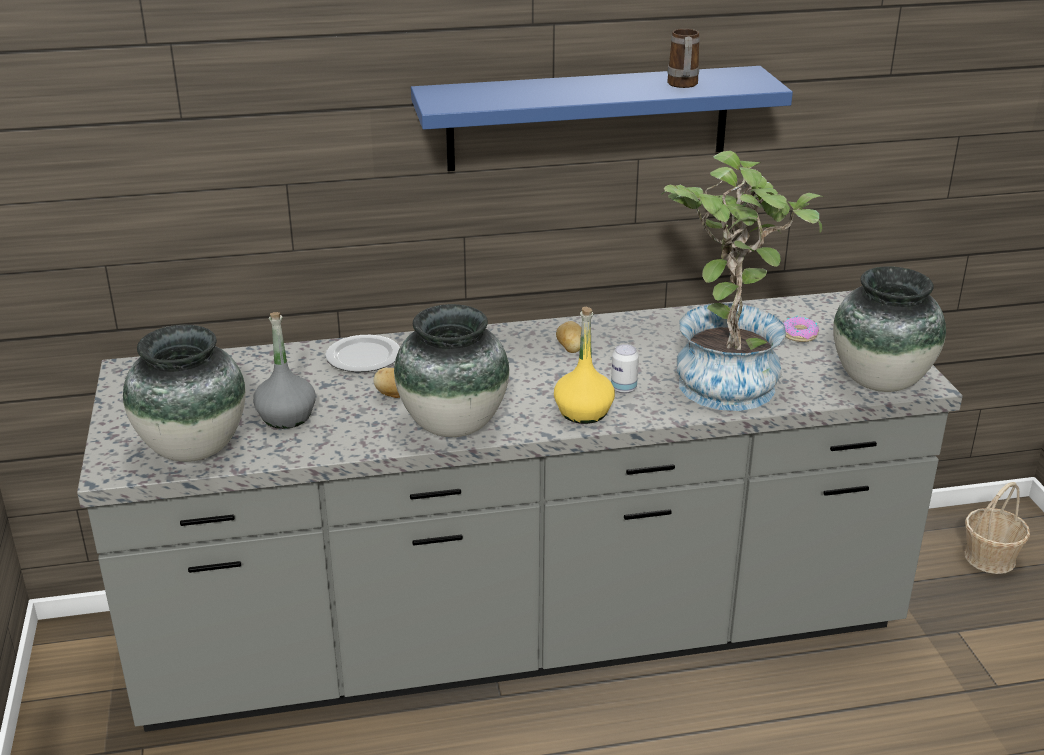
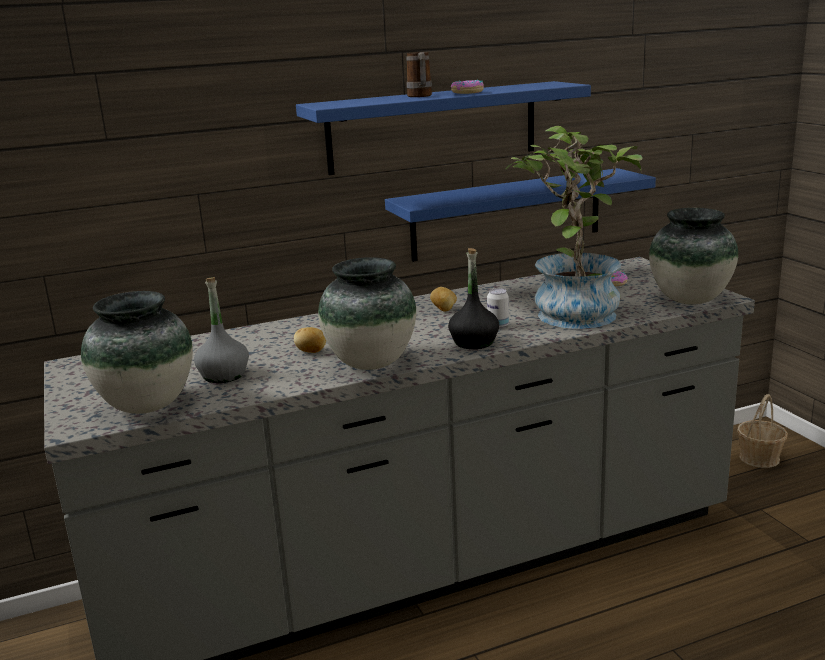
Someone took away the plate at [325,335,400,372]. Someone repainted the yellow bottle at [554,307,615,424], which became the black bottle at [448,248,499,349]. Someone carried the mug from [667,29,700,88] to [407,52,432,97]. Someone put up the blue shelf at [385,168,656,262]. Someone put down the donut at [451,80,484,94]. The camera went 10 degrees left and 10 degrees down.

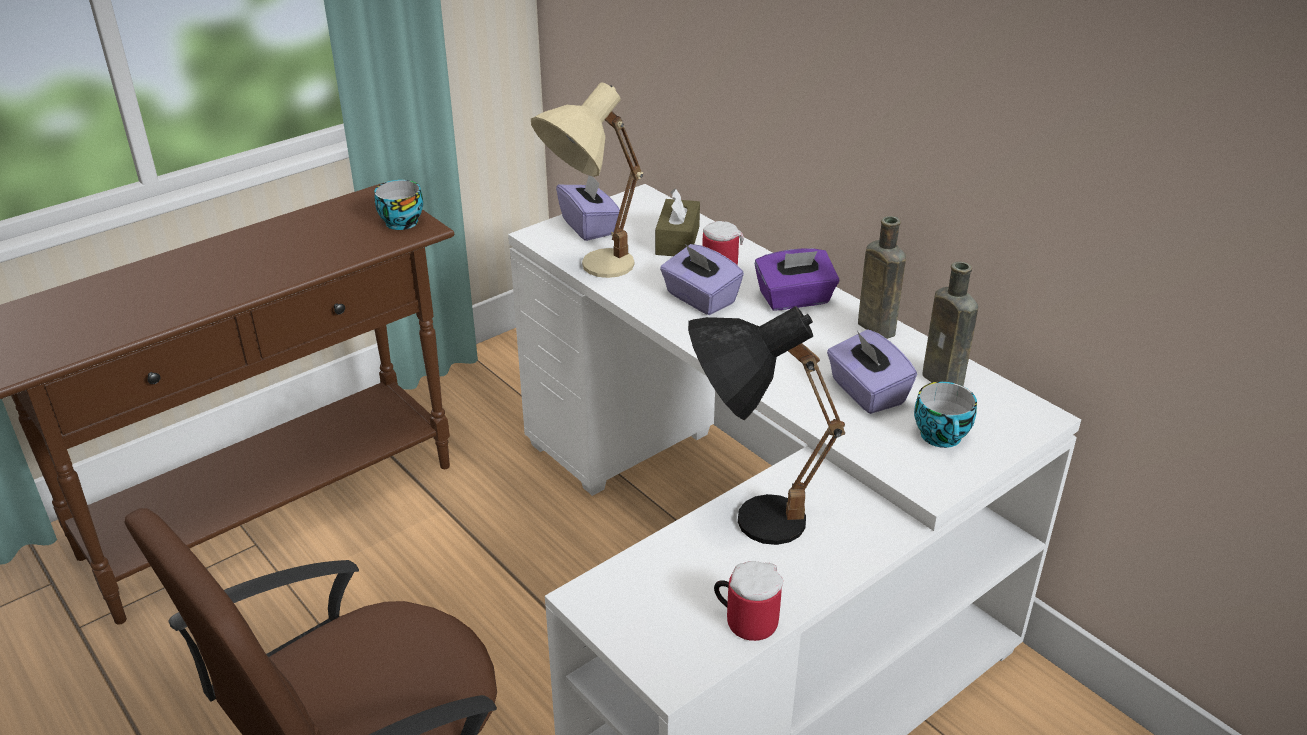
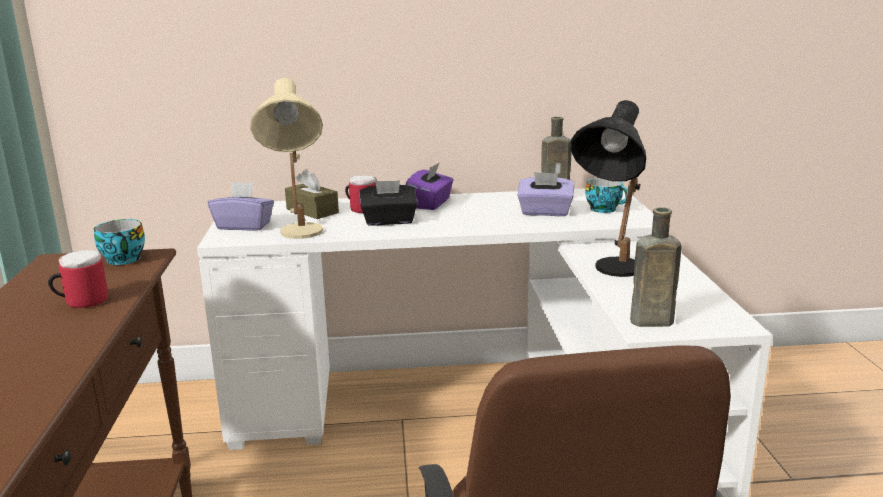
Someone repainted the purple tissue box at [660,244,744,315], which became the black tissue box at [359,180,418,226]. Someone carried the mug from [714,561,783,641] to [48,250,108,308]. Someone carried the brown bottle from [858,216,906,339] to [630,207,681,327]. The camera went 55 degrees left and 15 degrees down.

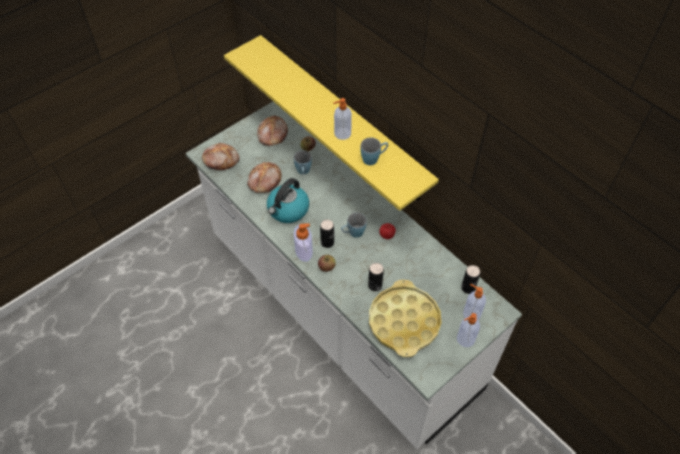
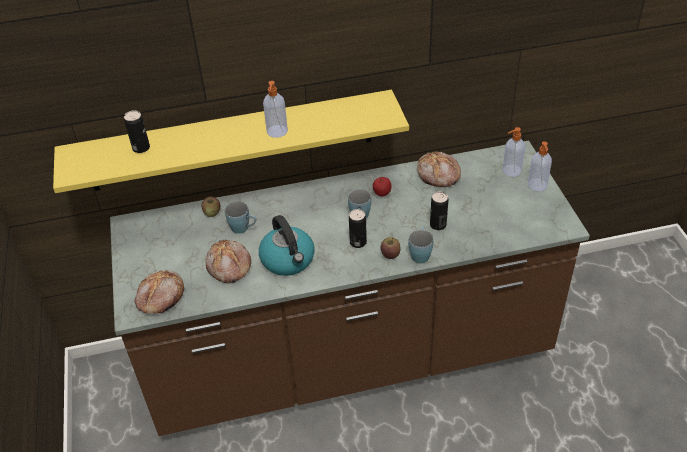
Someone repainted the white counter at [186,102,522,449], which became the brown counter at [110,141,590,436]. Someone carried the bread from [257,115,288,146] to [417,151,461,187]. Someone took away the soap dispenser at [294,224,313,262]. Someone carried the blue mug from [361,138,388,165] to [409,226,434,263]. Someone took away the yellow tray at [369,280,441,357]. Someone carried the can from [461,265,480,294] to [124,110,150,153]. The camera went 60 degrees left and 10 degrees down.

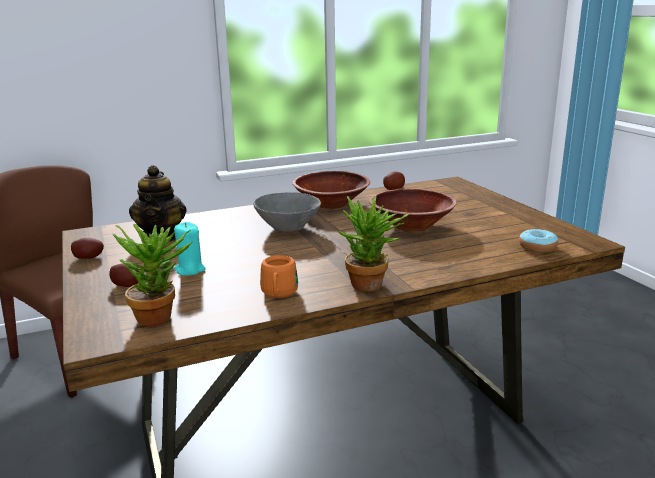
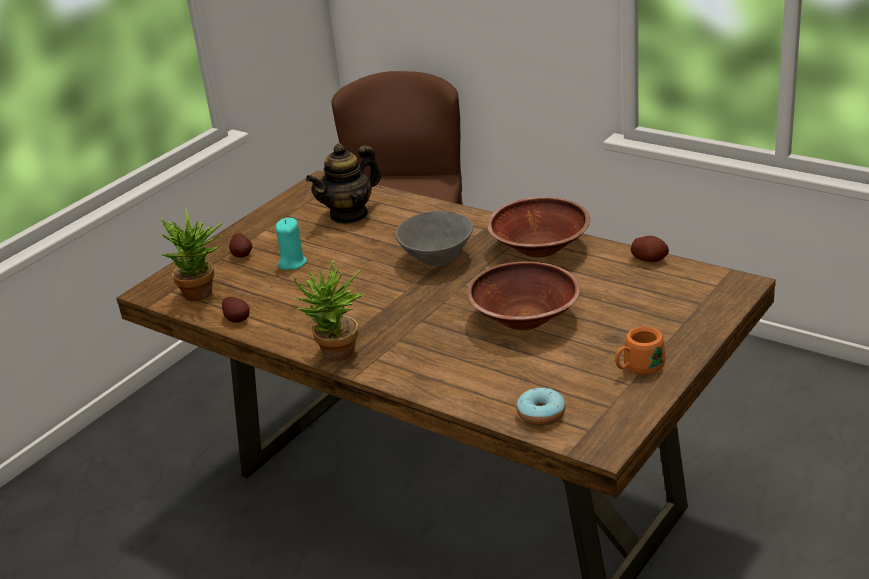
Someone carried the potato from [71,238,104,259] to [222,297,250,323]. Someone carried the orange mug from [260,255,298,298] to [615,327,665,375]. The camera went 60 degrees right and 10 degrees up.

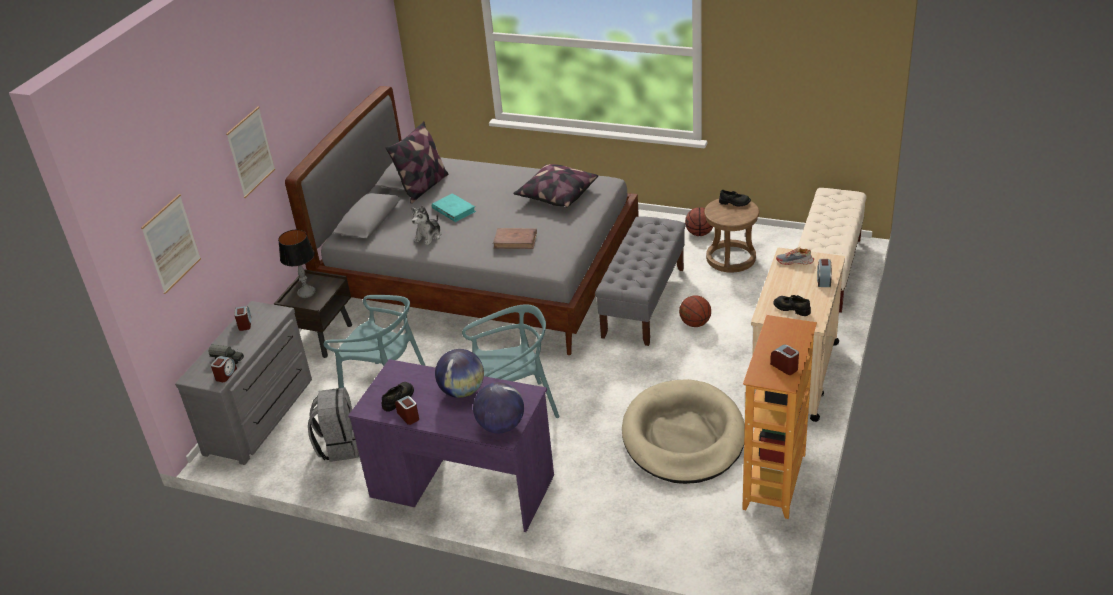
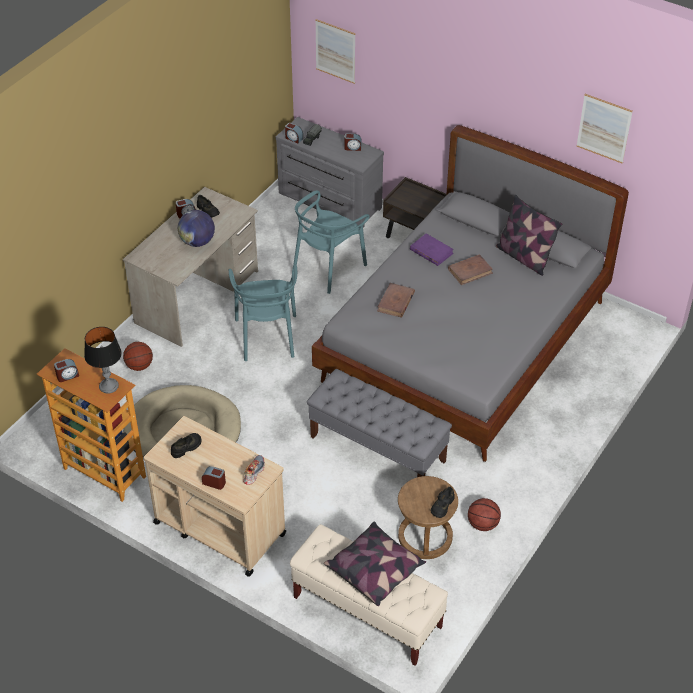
Someone carried the picture from [226,106,275,198] to [577,94,633,164]. Someone carried the table lamp from [278,230,316,298] to [84,327,122,394]. Someone took away the grey backpack at [308,387,360,462]. Someone repainted the purple desk at [348,359,554,532], which became the beige desk at [123,187,258,347]. Someone swapped the plush toy at [411,206,441,245] for the purple book at [410,233,454,266]. Someone repainted the turquoise book at [432,193,476,222], which became the brown book at [448,254,493,285]. Someone took away the globe at [473,382,524,433]. Someone carried the pillow from [513,164,598,207] to [324,522,426,606]. Someone carried the basketball from [679,295,711,327] to [123,342,153,371]. The camera went 100 degrees right and 10 degrees up.

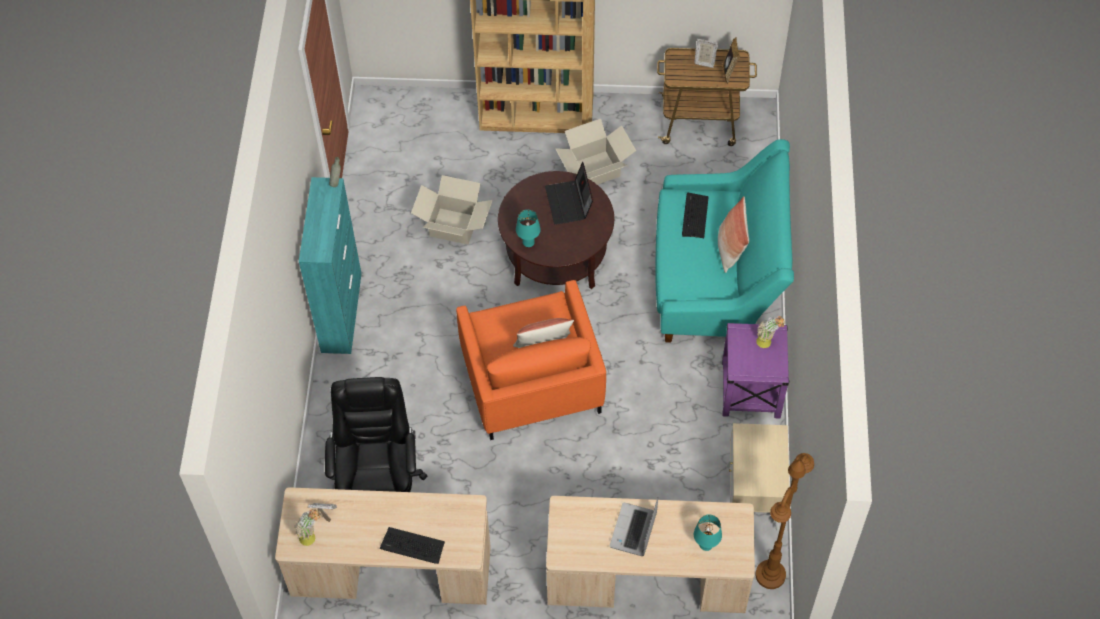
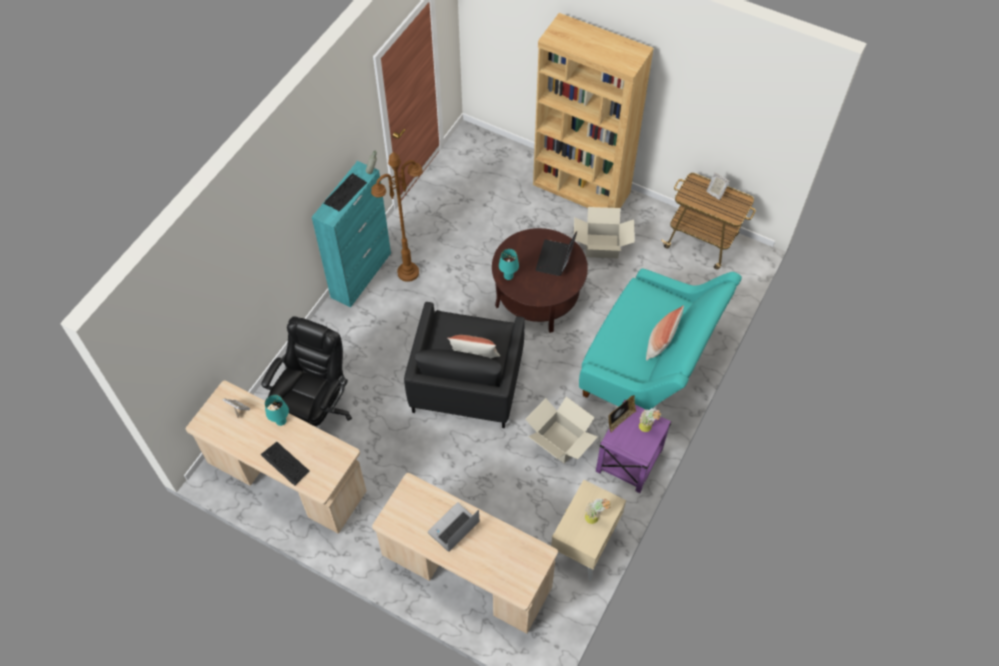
Someone carried the potted plant from [295,509,320,546] to [585,498,611,524]. Someone carried the cardboard box from [411,175,493,245] to [525,397,598,463]. Someone repainted the orange armchair at [456,280,606,440], which became the black armchair at [404,302,525,428]. Someone carried the keyboard from [682,193,709,238] to [324,173,367,212]. Someone carried the turquoise table lamp from [694,514,722,551] to [265,395,289,426]. Someone carried the picture frame from [722,37,740,84] to [608,395,636,432]. Someone carried the brown floor lamp from [755,453,814,589] to [371,152,423,282]. The camera went 25 degrees right and 0 degrees up.

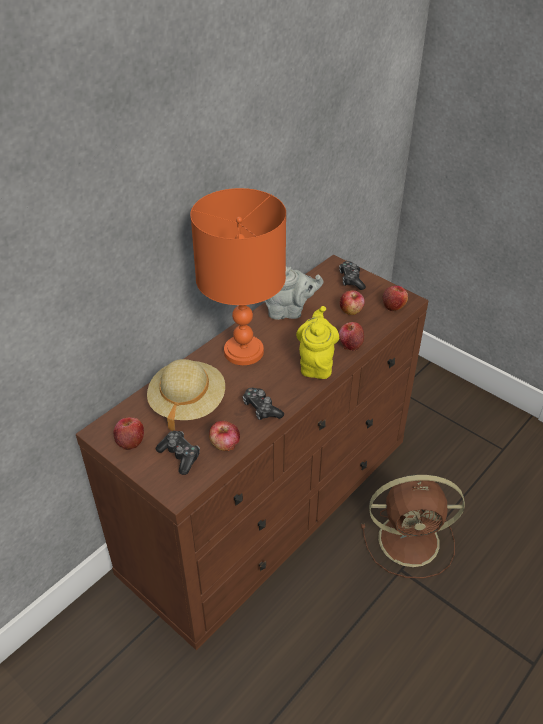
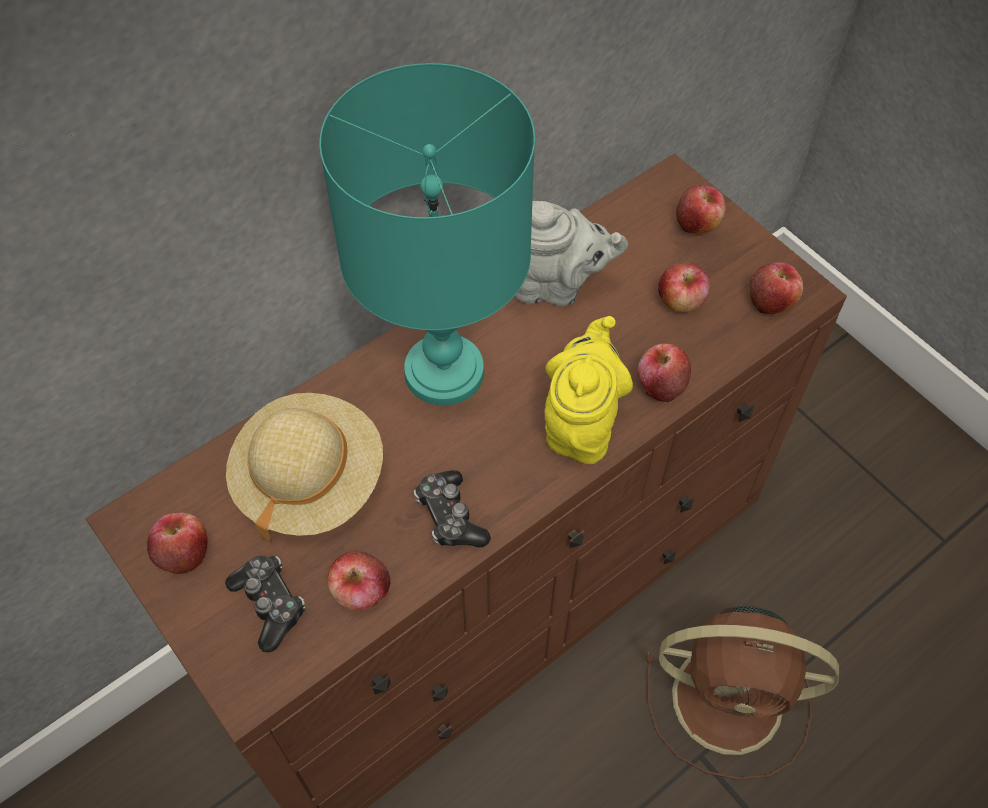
Someone repainted the orange table lamp at [190,188,286,365], which became the turquoise table lamp at [319,63,535,405]. Someone swapped the game controller at [339,261,366,290] for the apple at [676,185,726,234]. The camera went 10 degrees right and 15 degrees up.

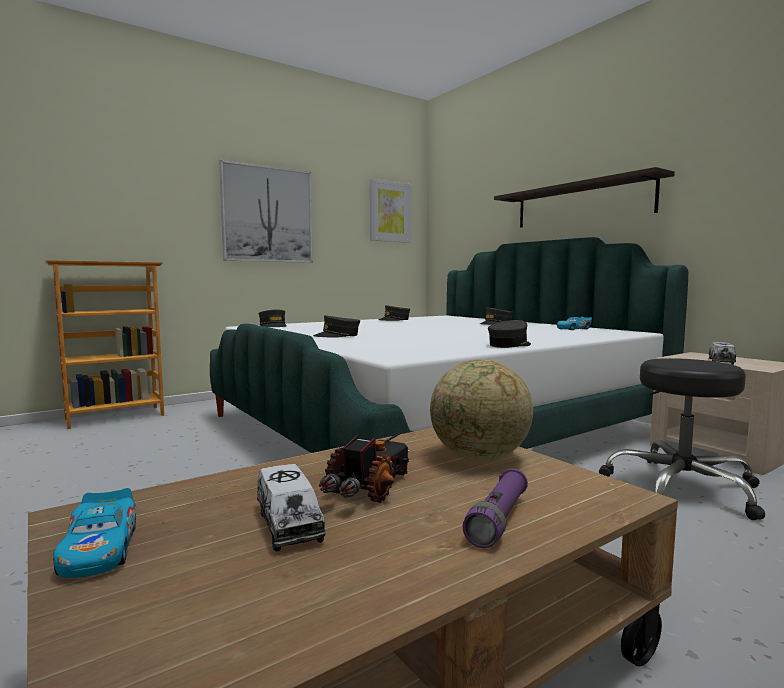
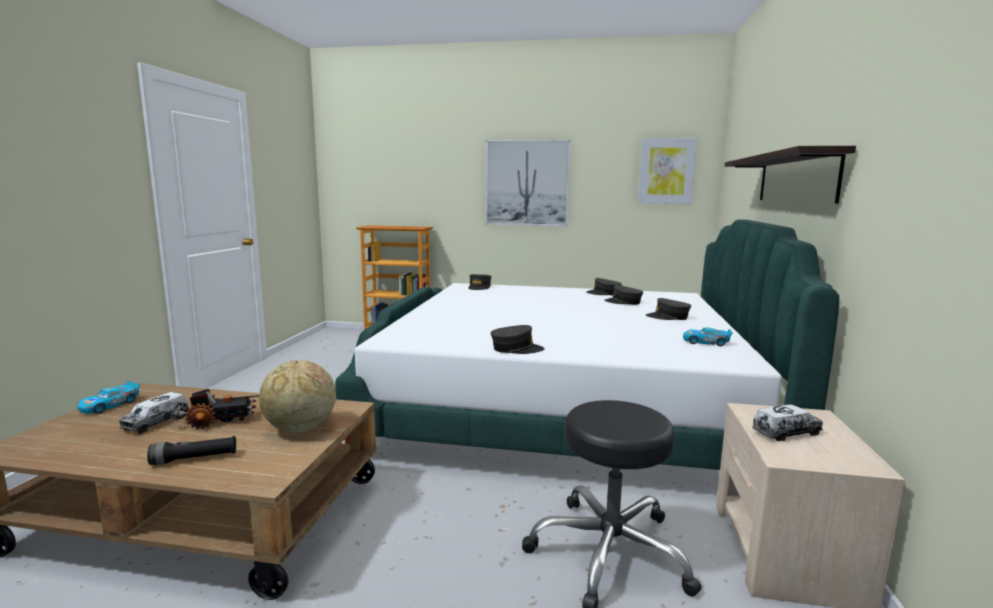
Someone carried the grey cap from [313,315,360,338] to [604,285,643,305]. Someone repainted the purple flashlight at [463,469,528,548], which became the black flashlight at [147,436,236,465]. The camera went 45 degrees right and 5 degrees up.

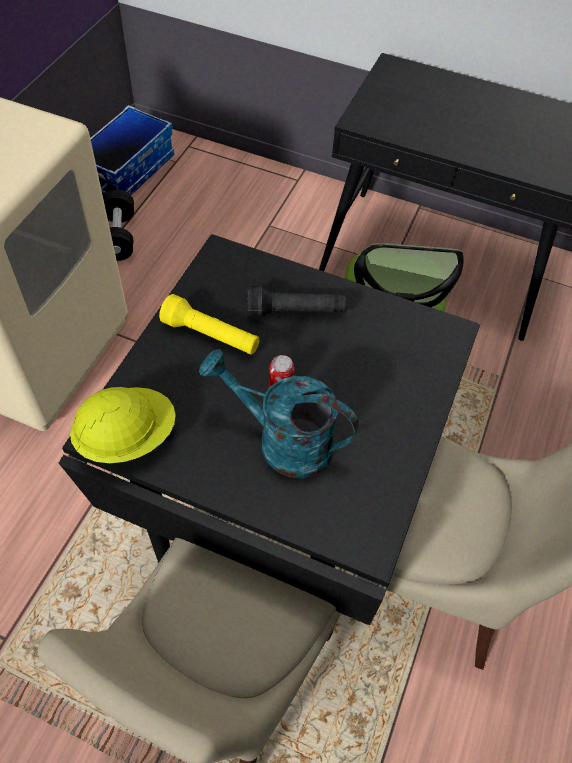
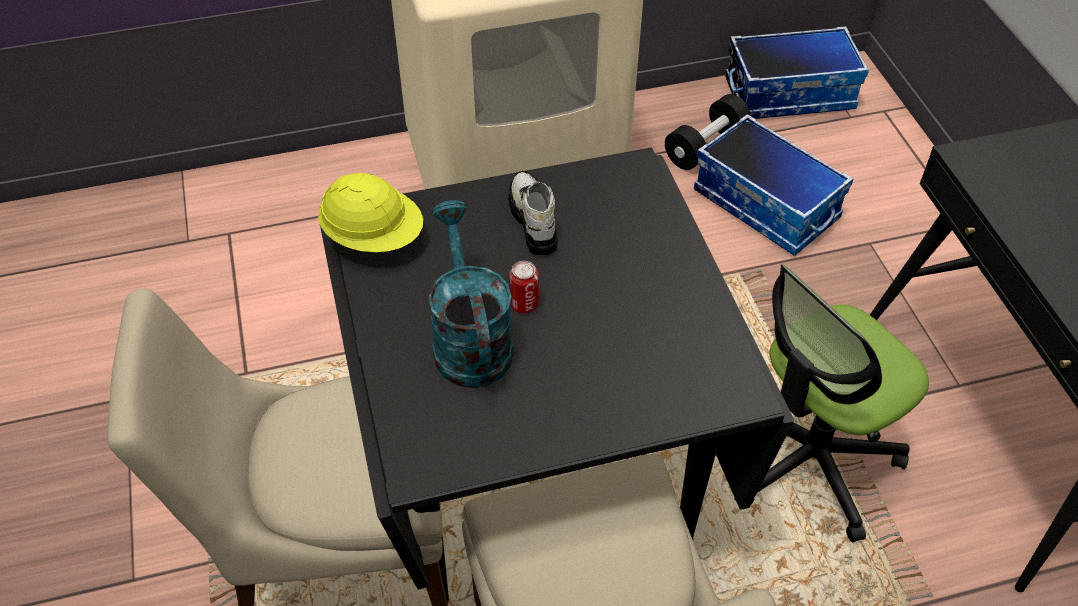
Someone swapped the yellow flashlight at [159,294,260,355] for the shoe at [508,171,558,255]. Someone took away the black flashlight at [247,286,347,316]. Someone put down the storage box at [694,114,854,256]. The camera went 55 degrees right and 5 degrees down.

